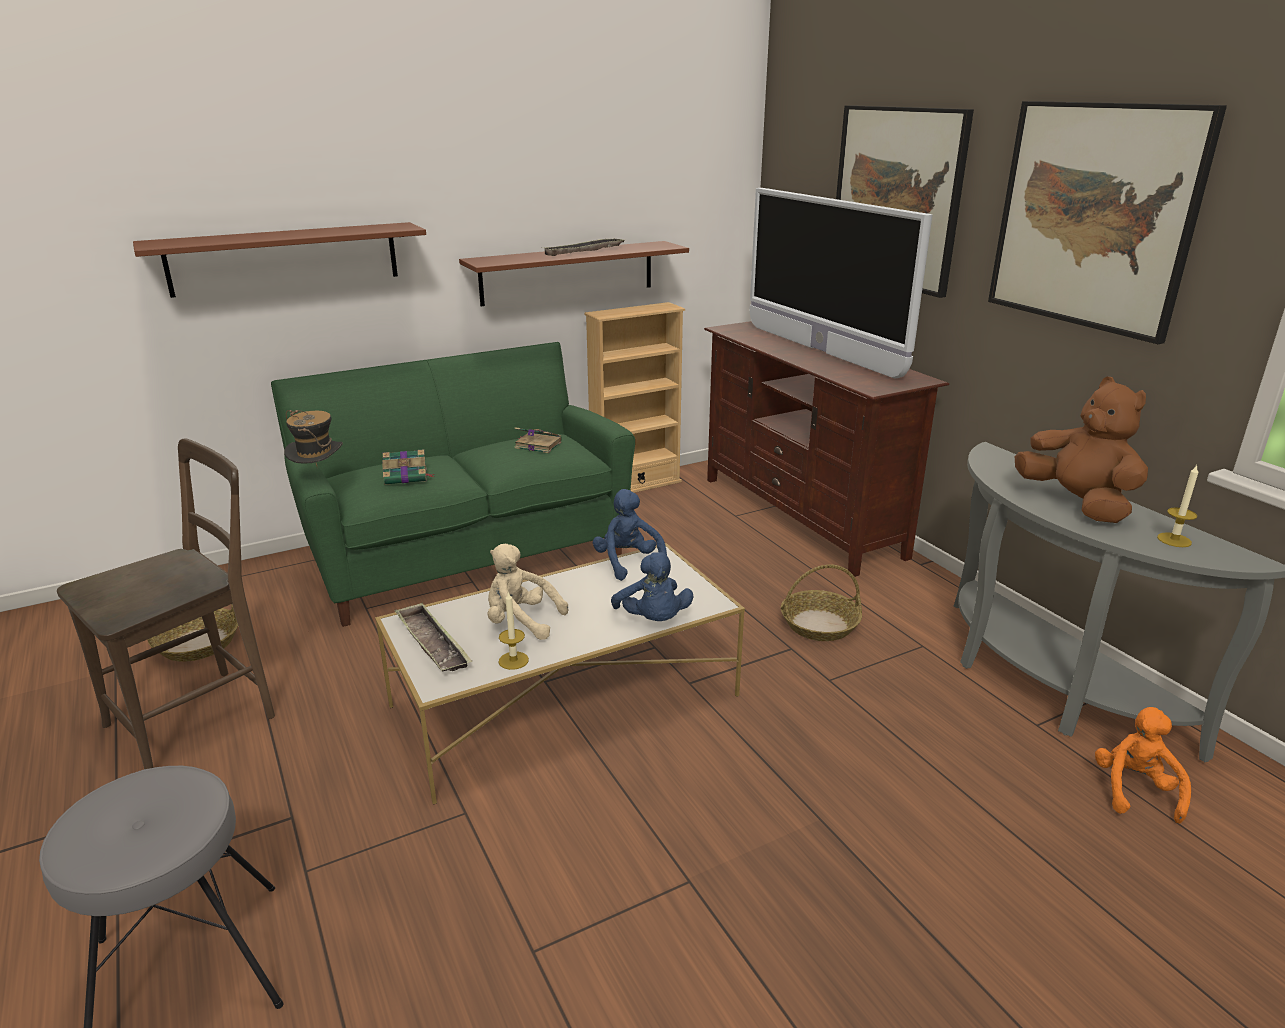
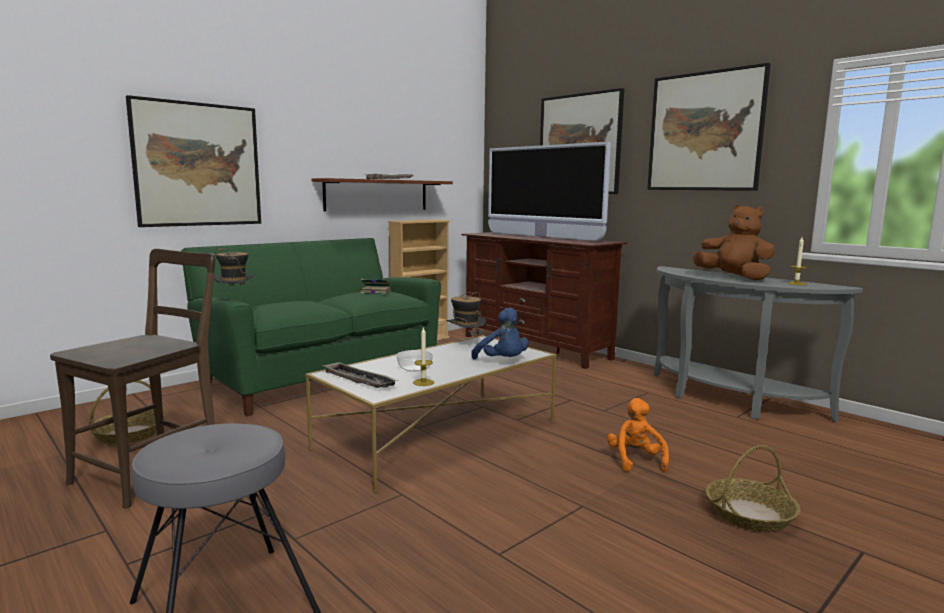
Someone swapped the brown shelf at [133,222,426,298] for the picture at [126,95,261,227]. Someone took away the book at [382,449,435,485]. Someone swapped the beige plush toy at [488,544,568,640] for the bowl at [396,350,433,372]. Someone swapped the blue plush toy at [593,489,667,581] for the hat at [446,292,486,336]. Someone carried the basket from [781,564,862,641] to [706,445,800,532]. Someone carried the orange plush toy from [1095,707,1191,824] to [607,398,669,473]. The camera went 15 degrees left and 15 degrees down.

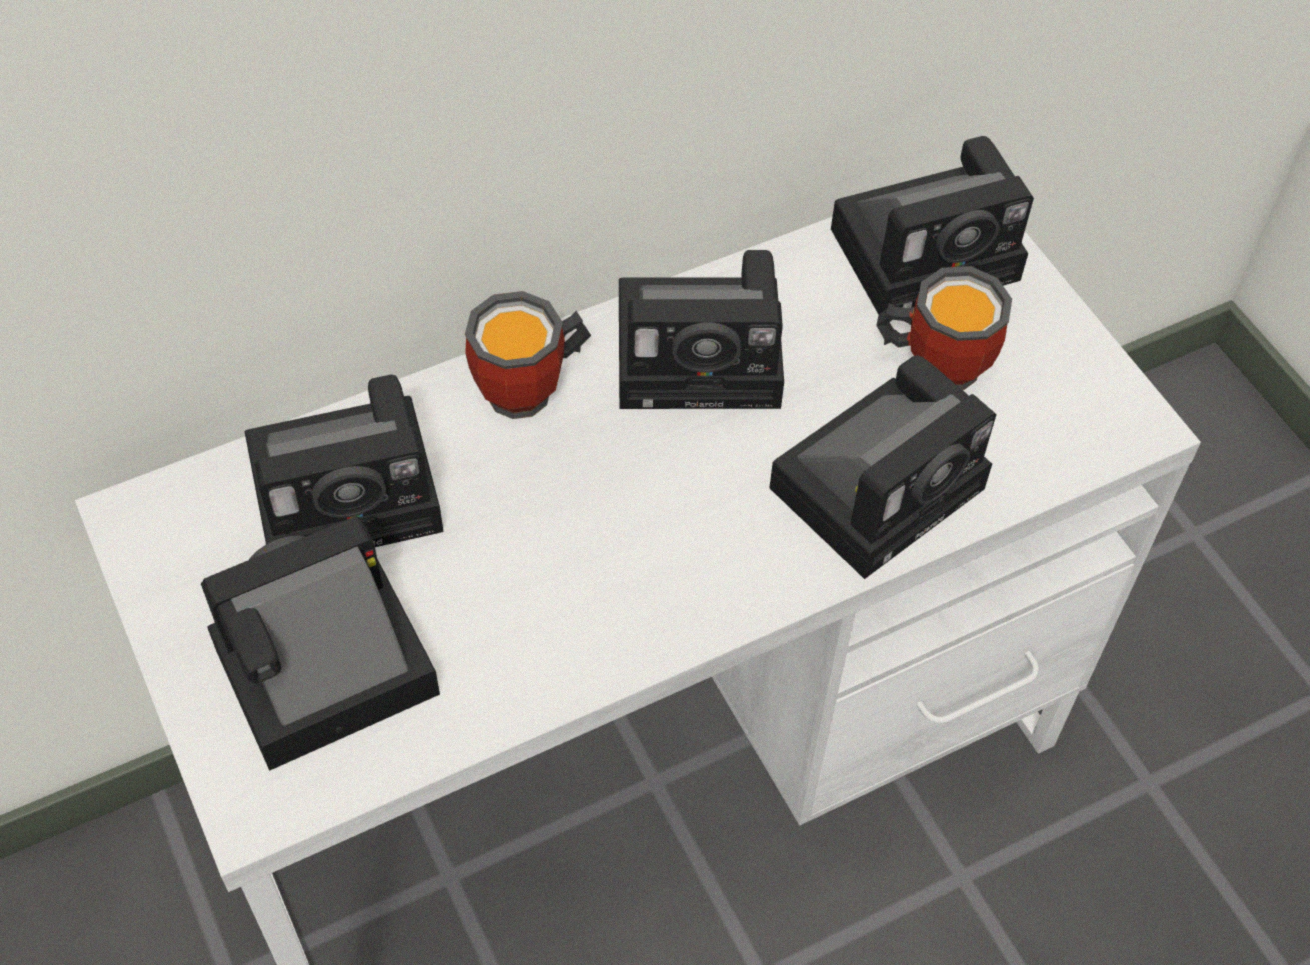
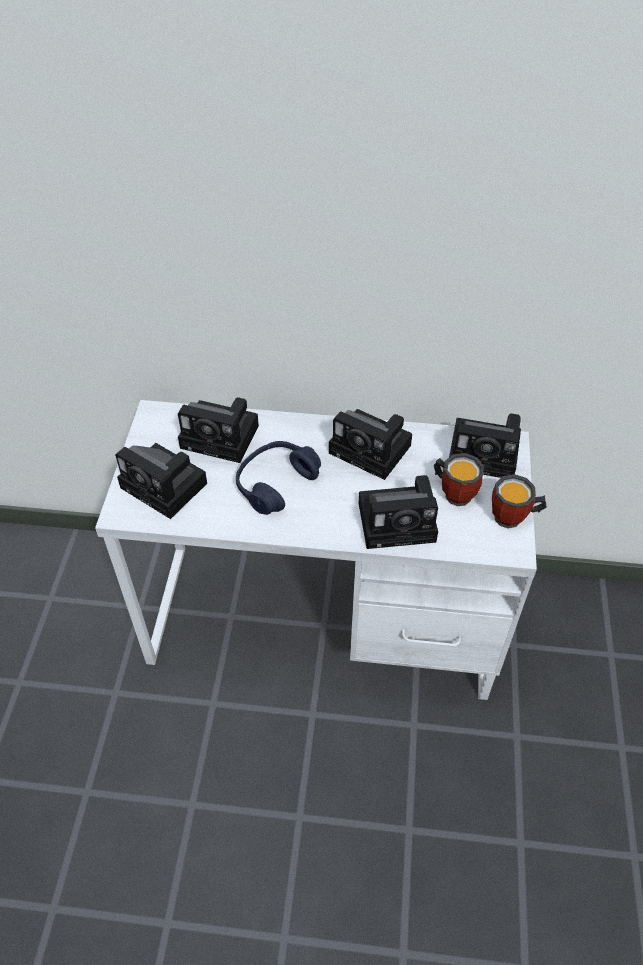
Someone rotated the photo camera at [201,516,440,771] by 150 degrees counterclockwise. Someone carried the mug from [465,291,591,419] to [492,474,547,529]. Someone put down the blue headphones at [236,441,321,515]. The camera went 35 degrees right and 5 degrees down.

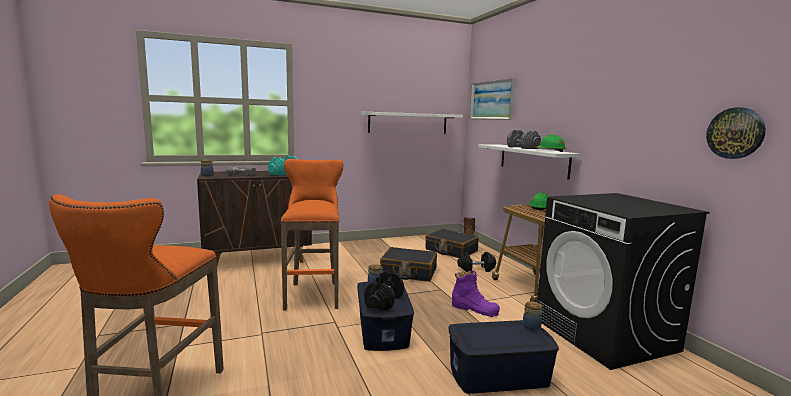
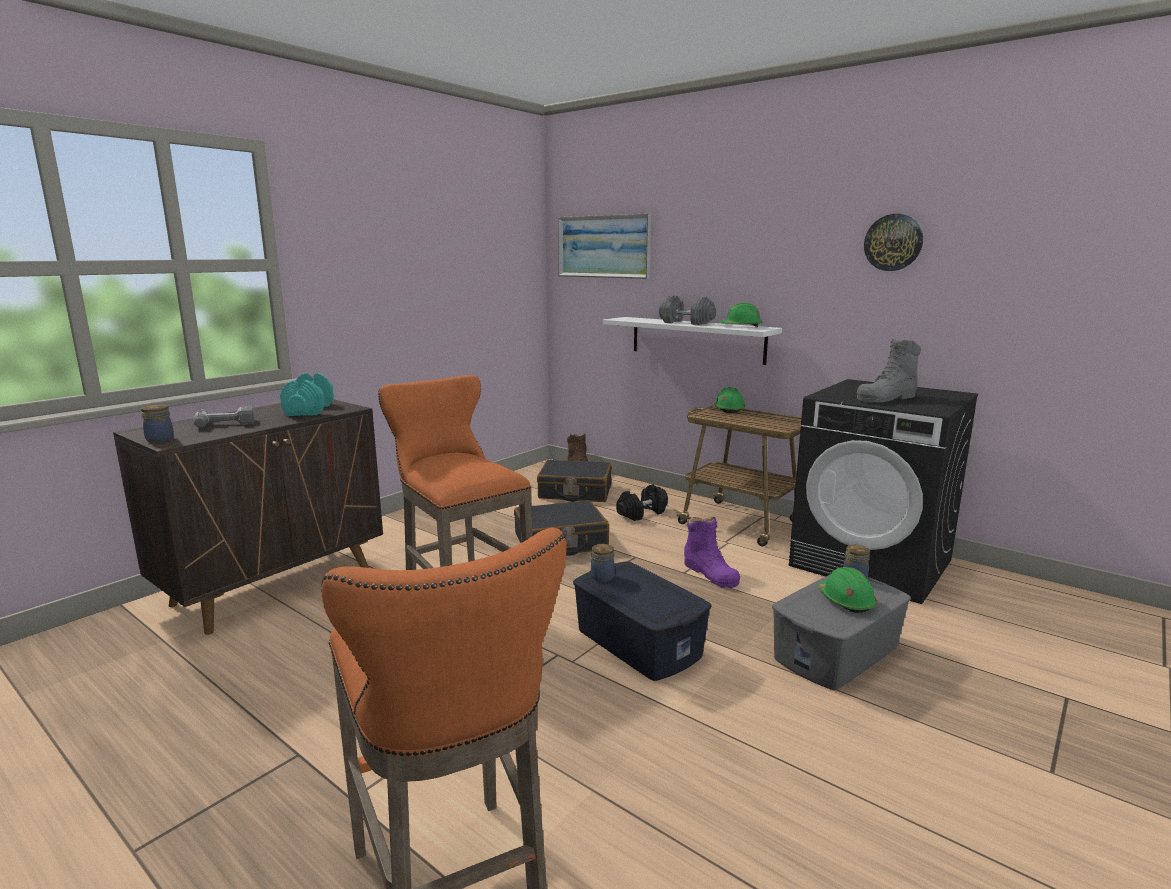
Someone took away the white shelf at [361,112,463,134]. Someone took away the black dumbbell at [364,271,404,311]. Someone repainted the blue storage box at [449,320,559,394], which became the grey storage box at [772,575,911,690]. Someone rotated the purple boot at [452,270,500,317] by 60 degrees clockwise. Someone carried the wall clock from [706,107,766,159] to [864,214,923,271]. Someone put down the green hard hat at [818,567,877,613]. Someone put down the grey boot at [857,338,921,403]. The camera went 30 degrees left and 5 degrees up.

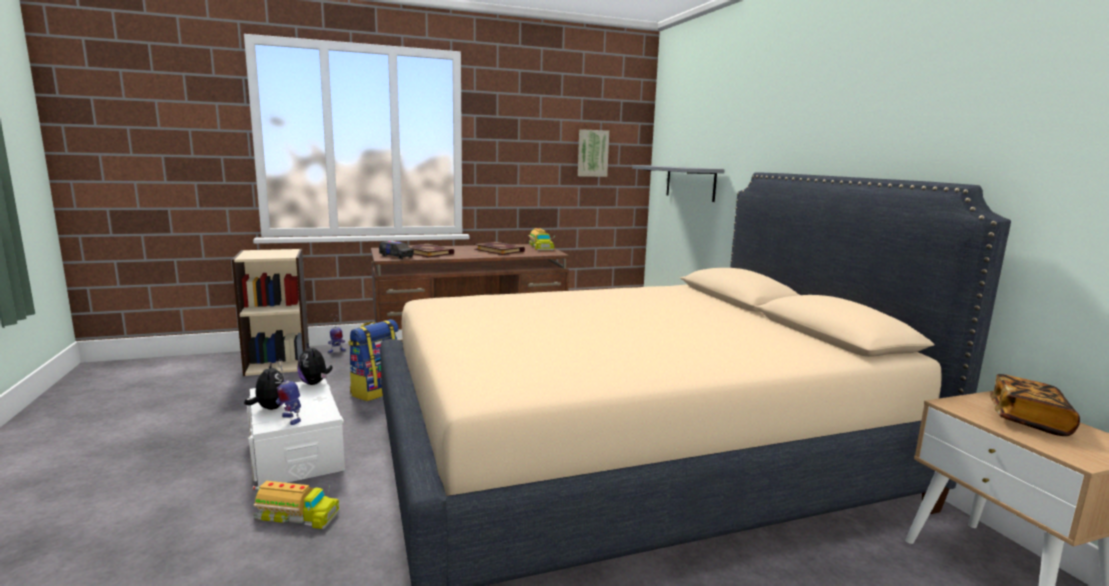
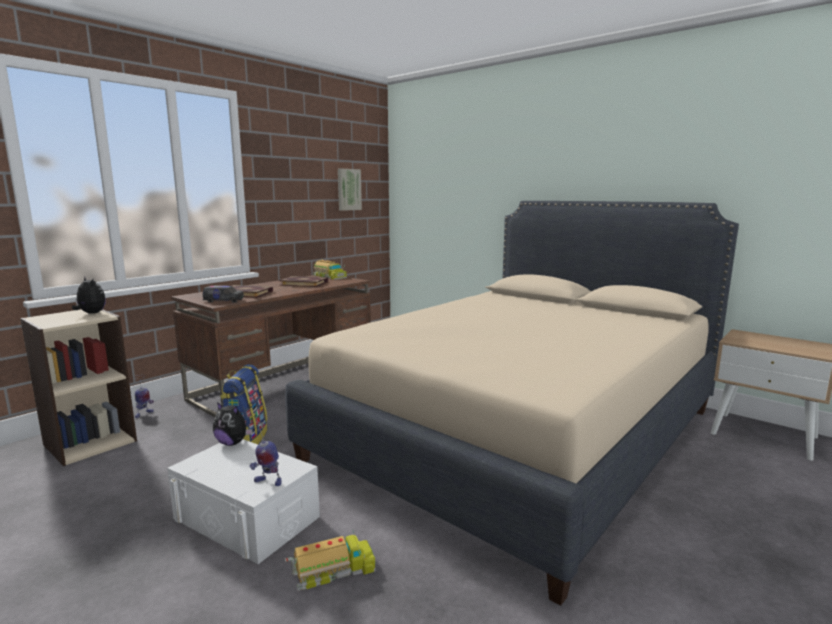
Someone carried the plush toy from [244,362,284,410] to [72,277,106,314]. Someone took away the grey shelf at [632,165,725,202]. Someone took away the book at [990,374,1080,436]. The camera went 30 degrees left and 0 degrees up.

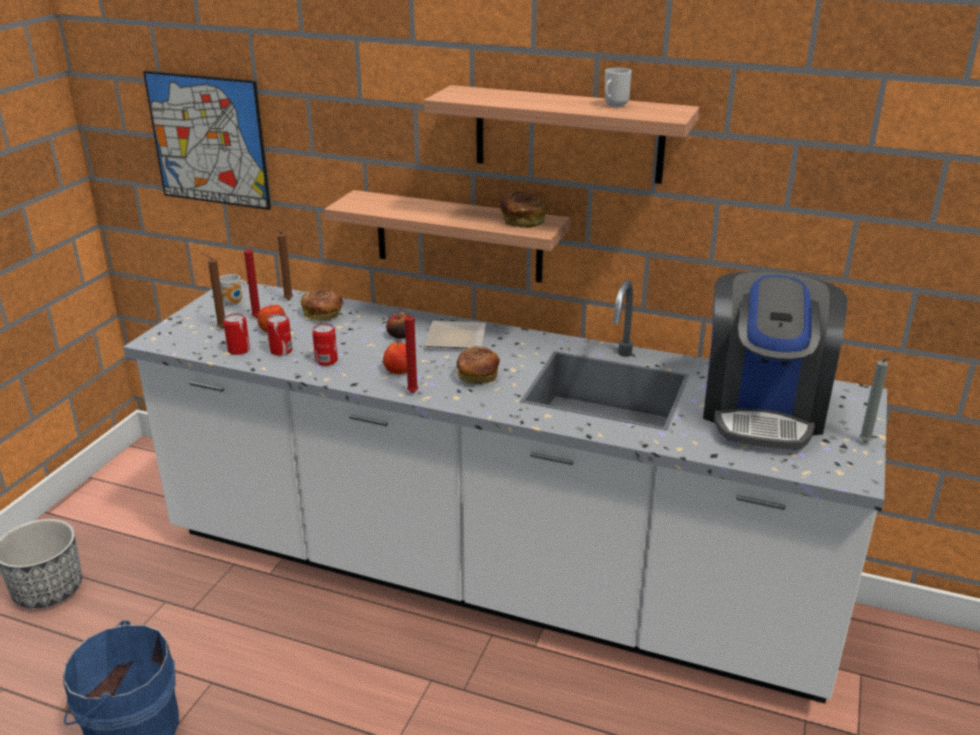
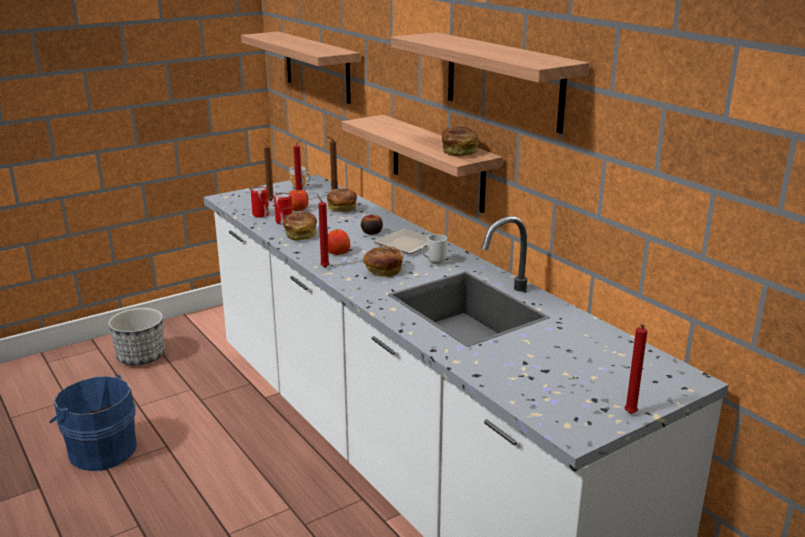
Someone swapped the picture at [143,71,271,210] for the shelf at [241,31,360,104]. Someone swapped the can at [312,323,338,366] for the bread at [283,212,317,240]. Someone carried the mug from [604,68,632,107] to [421,234,447,264]. Someone took away the coffee machine at [703,271,847,450]. Someone repainted the grey candle at [859,358,891,442], which became the red candle at [625,324,647,414]. The camera went 35 degrees right and 5 degrees down.

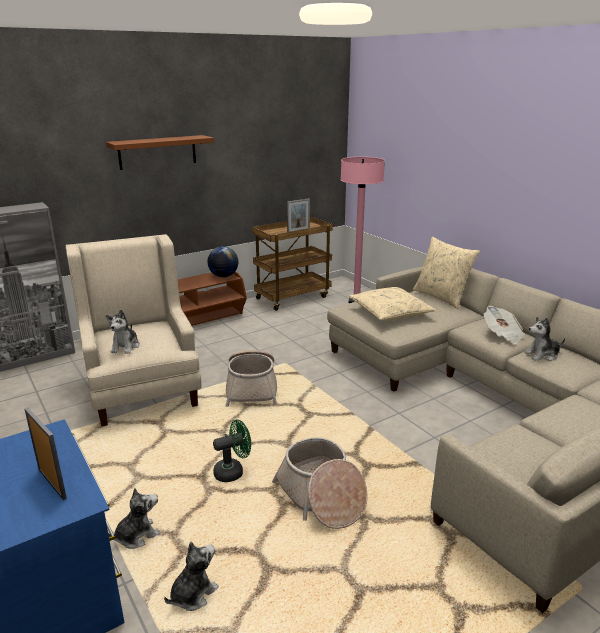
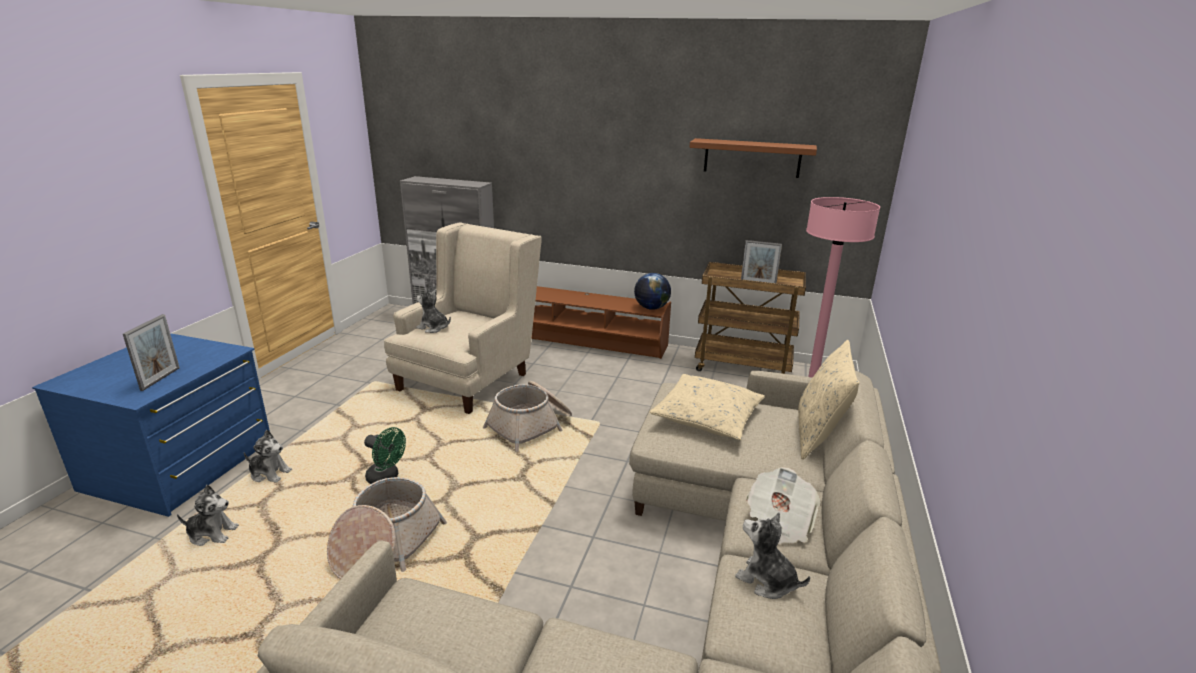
Someone carried the brown shelf from [106,135,214,170] to [689,138,817,178]. Someone rotated the plush toy at [106,310,139,354] by 60 degrees clockwise. The camera went 50 degrees right and 0 degrees up.

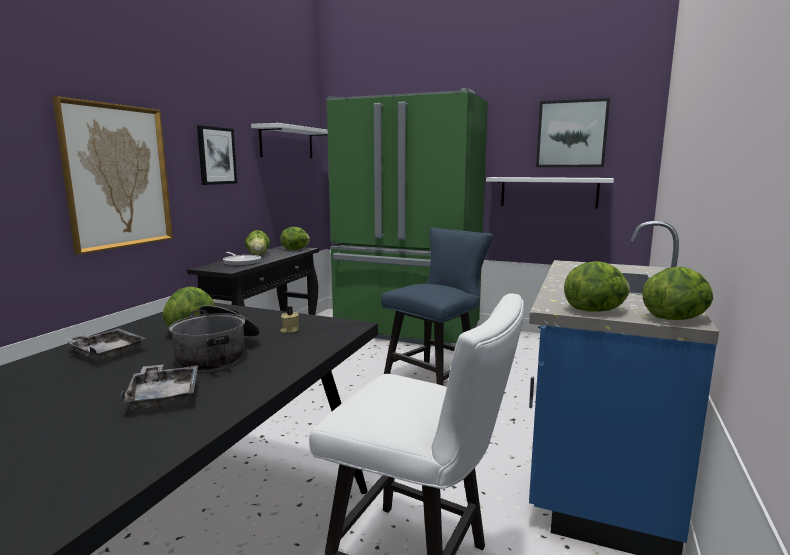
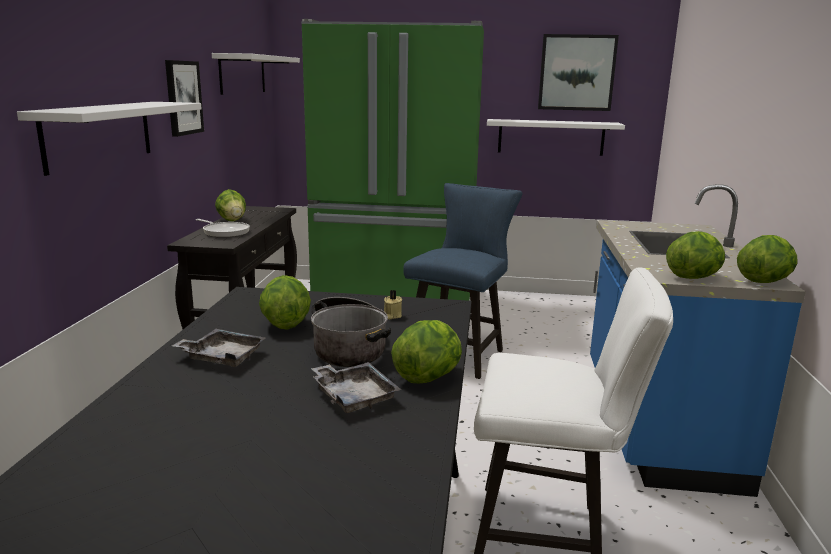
Someone swapped the picture at [52,96,173,255] for the white shelf at [17,102,202,176]. Someone carried the lettuce from [280,226,310,250] to [391,320,462,383]. The camera went 15 degrees left and 5 degrees up.

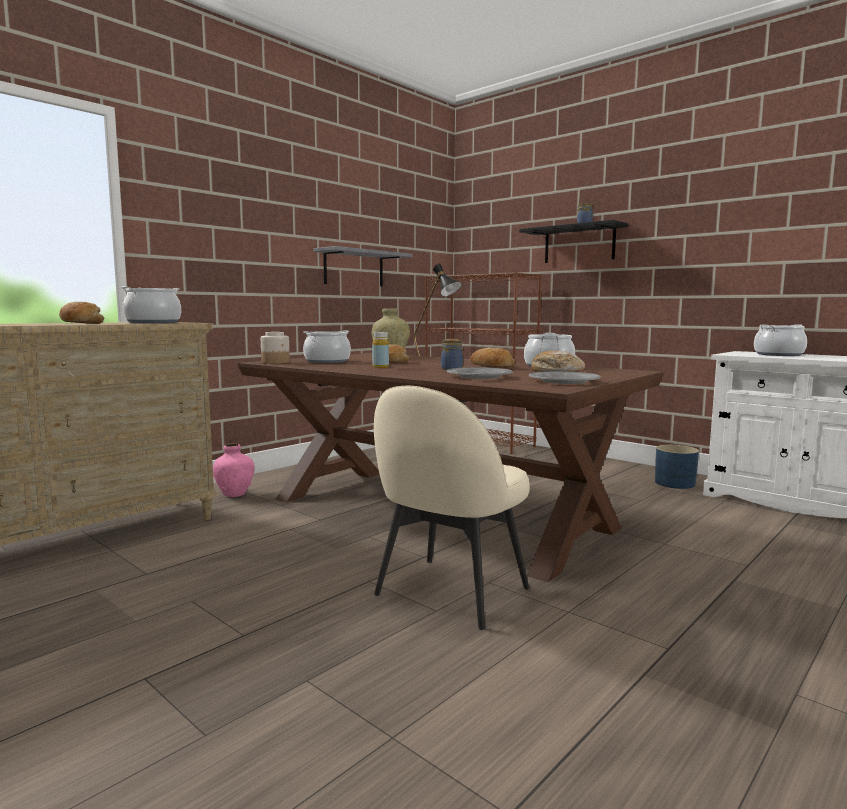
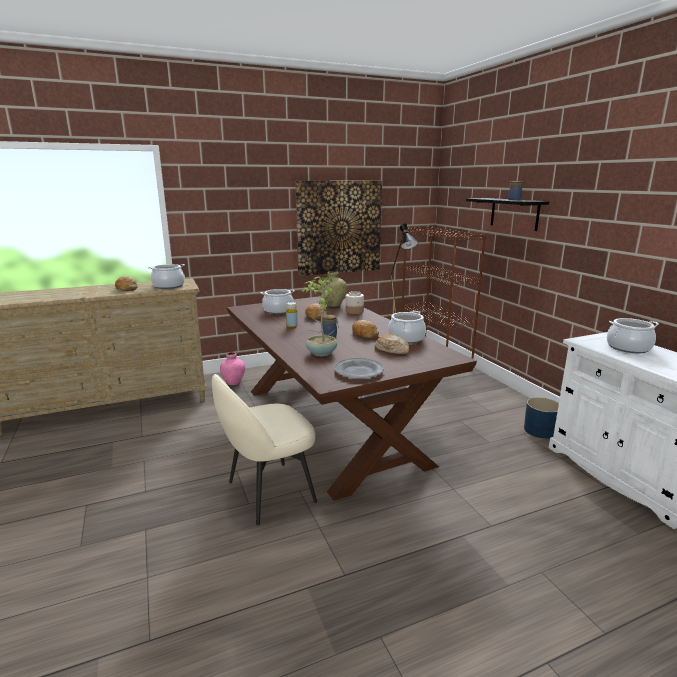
Someone carried the jar from [261,332,290,364] to [346,291,364,314]. Someone swapped the grey shelf at [313,246,412,286] for the picture at [295,181,382,276]. Someone swapped the grey plate at [447,367,513,379] for the potted plant at [301,276,337,356]. The camera went 25 degrees right and 10 degrees up.

